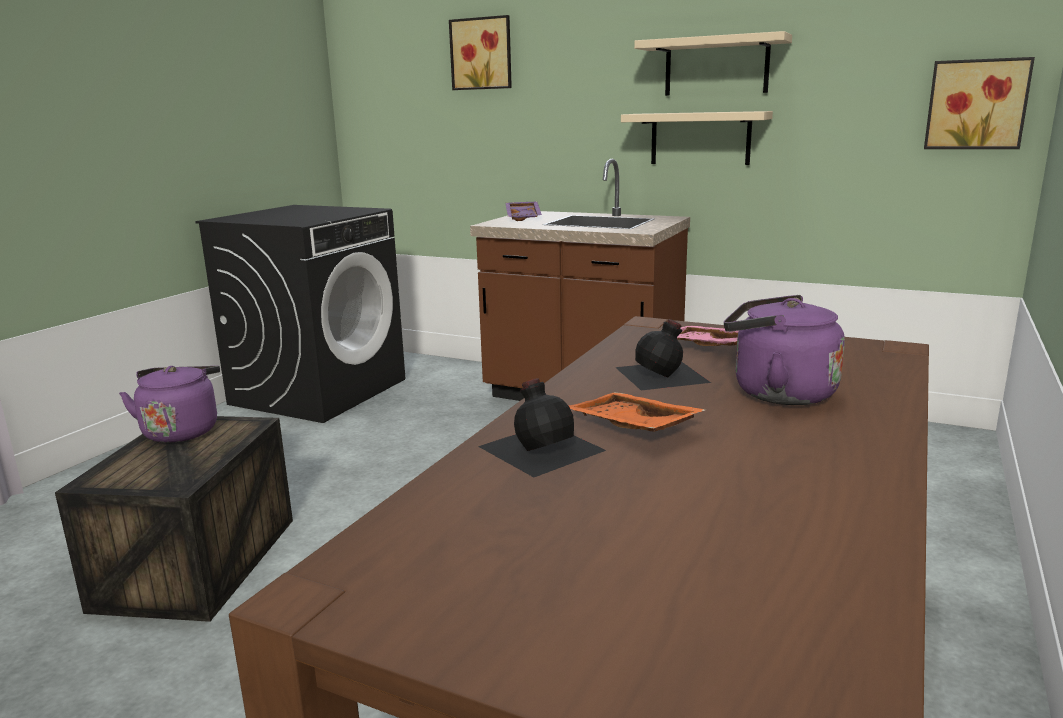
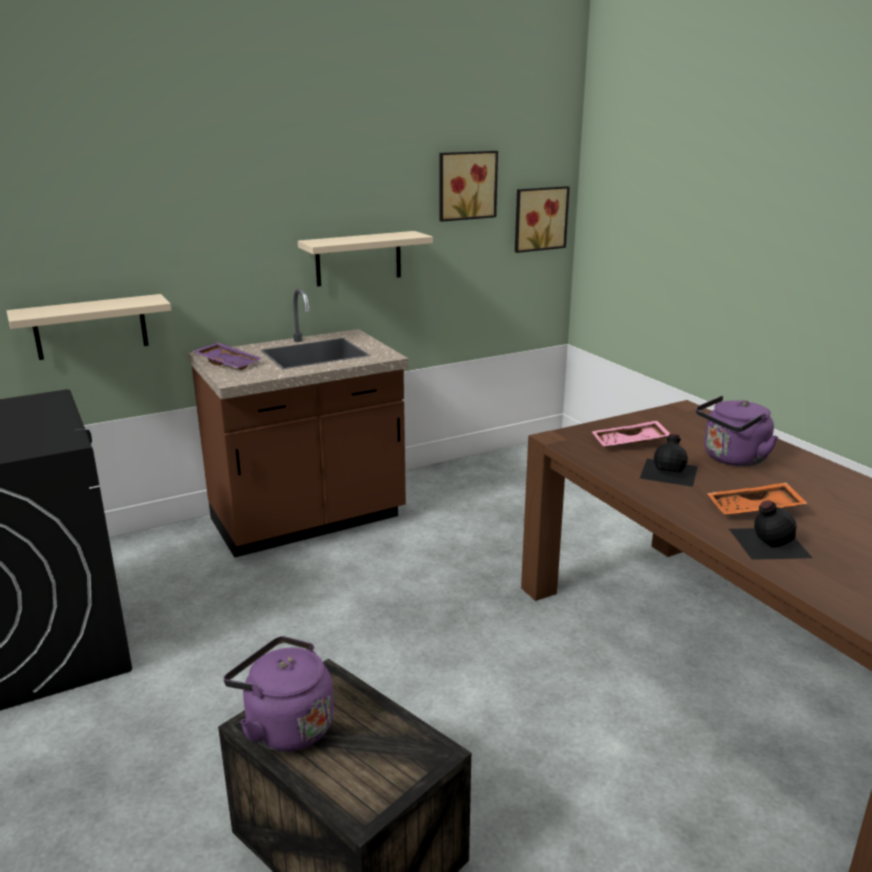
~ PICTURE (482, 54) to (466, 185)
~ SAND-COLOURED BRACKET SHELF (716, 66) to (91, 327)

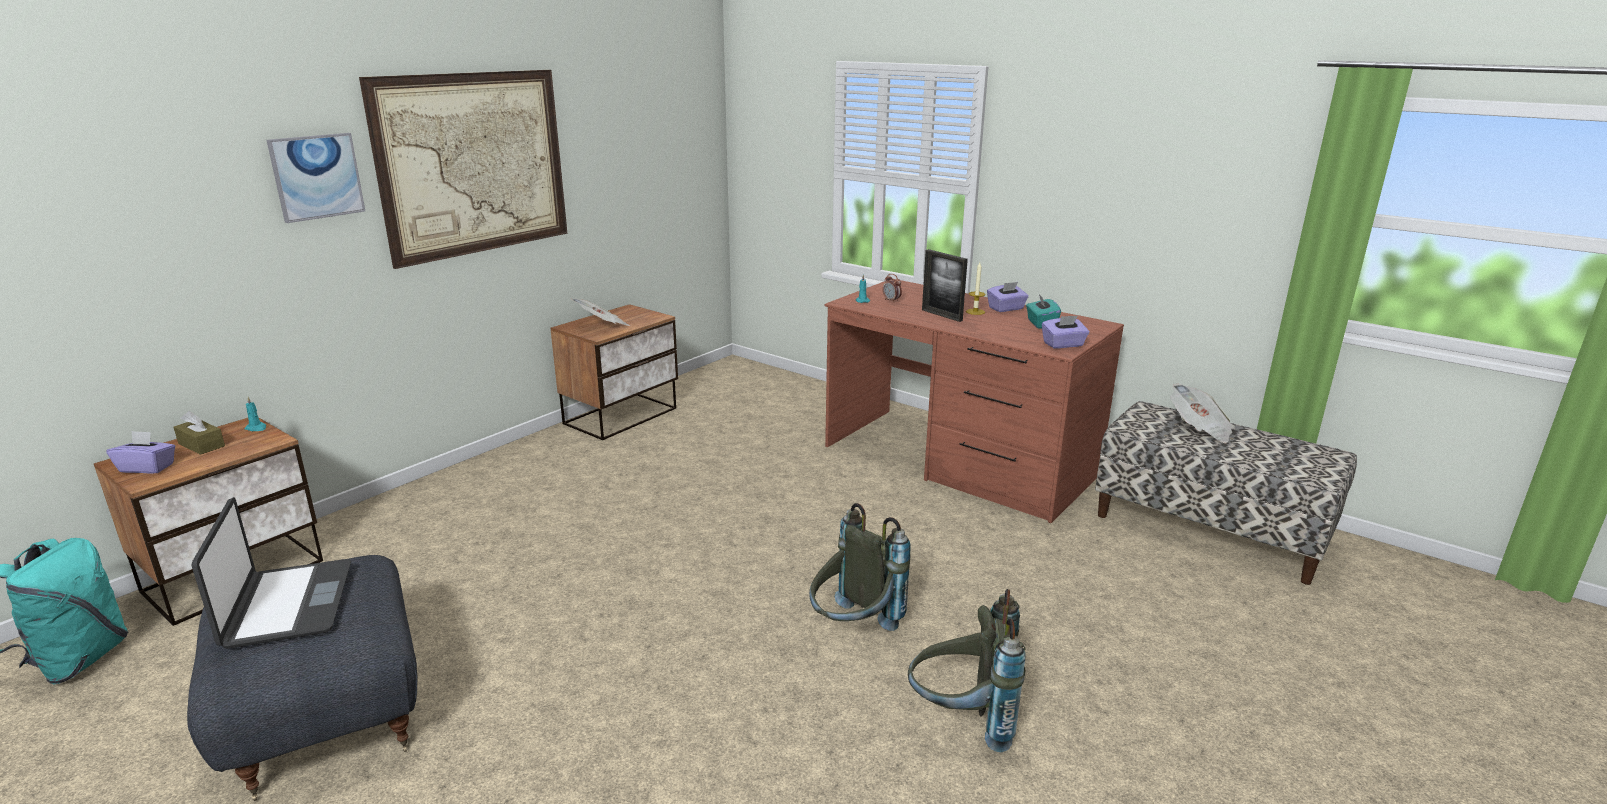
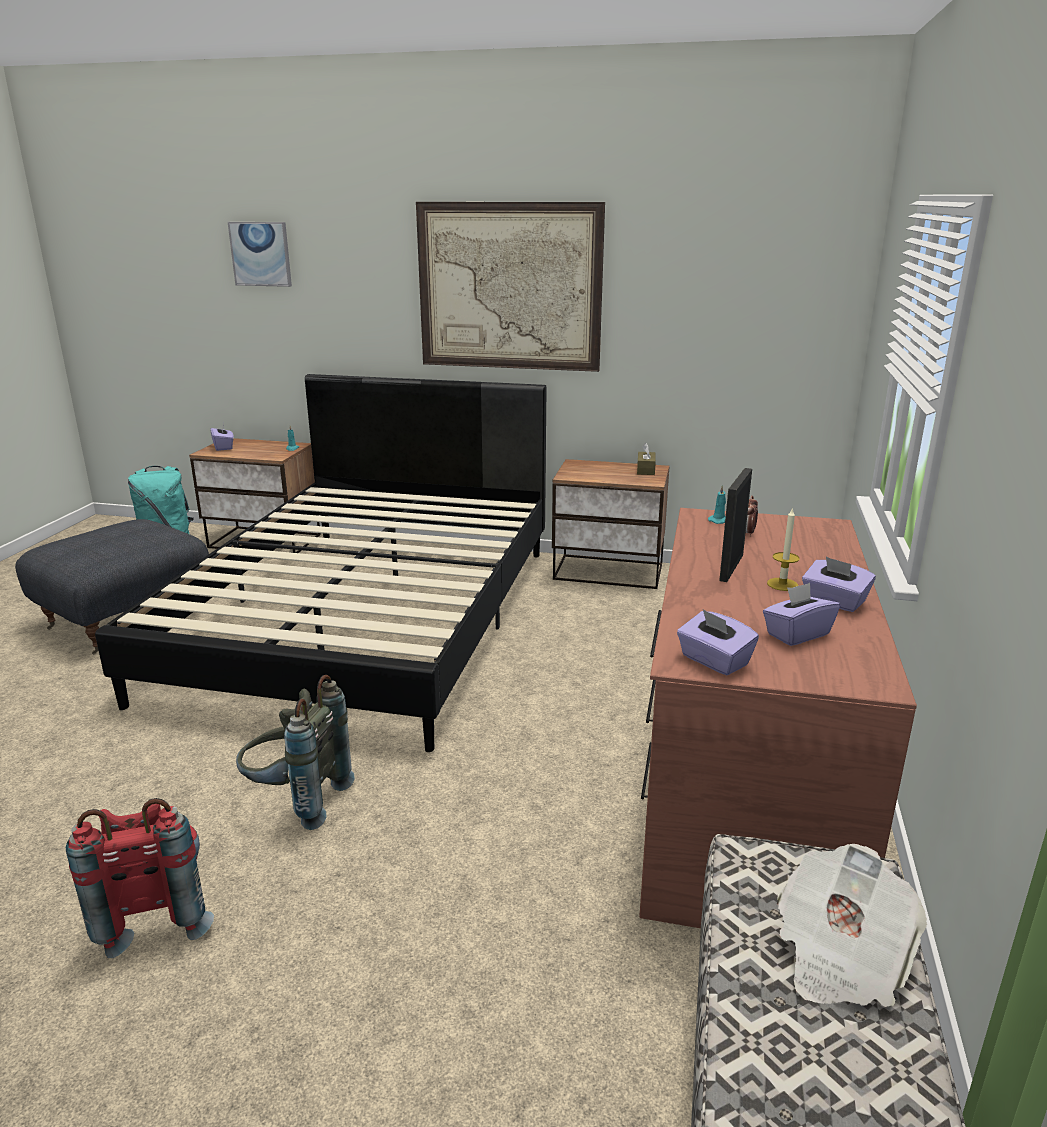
~ PICTURE (316, 177) to (261, 254)
~ TURQUOISE-COLOURED TISSUE BOX (1041, 324) to PURPLE TISSUE BOX (797, 634)
- PRINTED PAPER (602, 326)
~ BROWNISH TISSUE BOX (201, 445) to (645, 470)
- PORTABLE COMPUTER (287, 605)
~ GREYISH RUCKSACK (962, 721) to RED RUCKSACK (155, 913)
+ BLACK BED (368, 617)

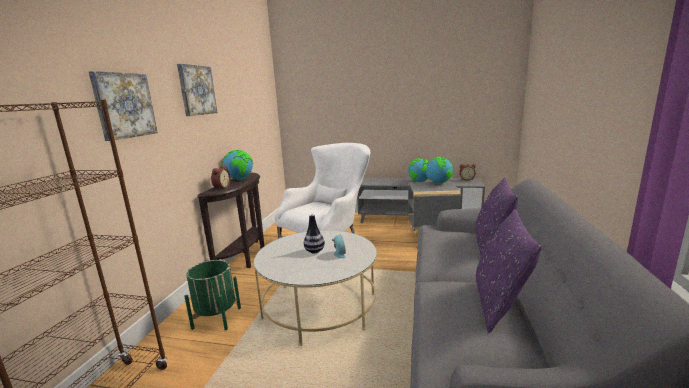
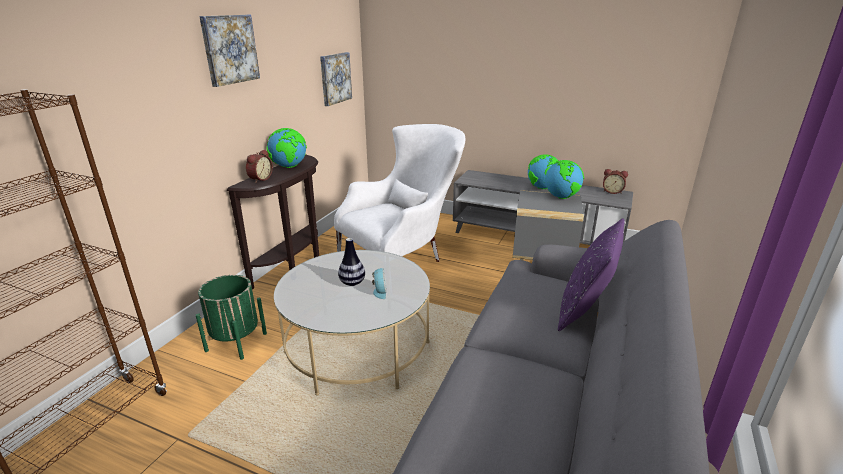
~ PICTURE (124, 105) to (335, 78)
- PURPLE CUSHION (499, 304)

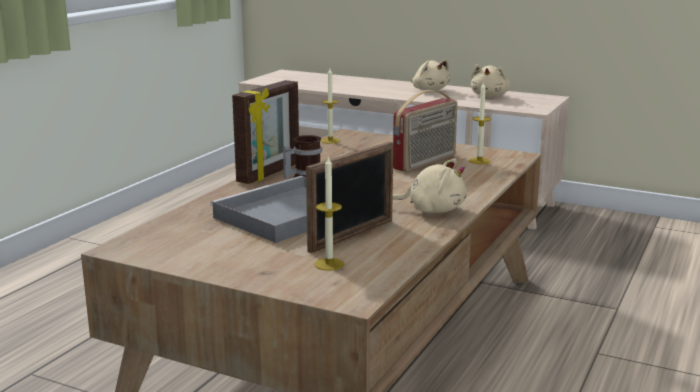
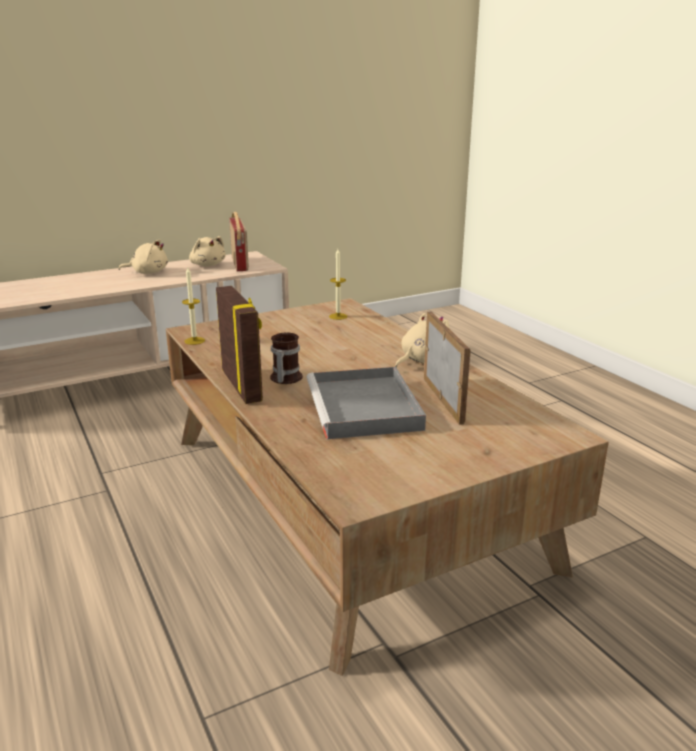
~ RADIO RECEIVER (425, 162) to (240, 264)
- WAX CANDLE (329, 264)

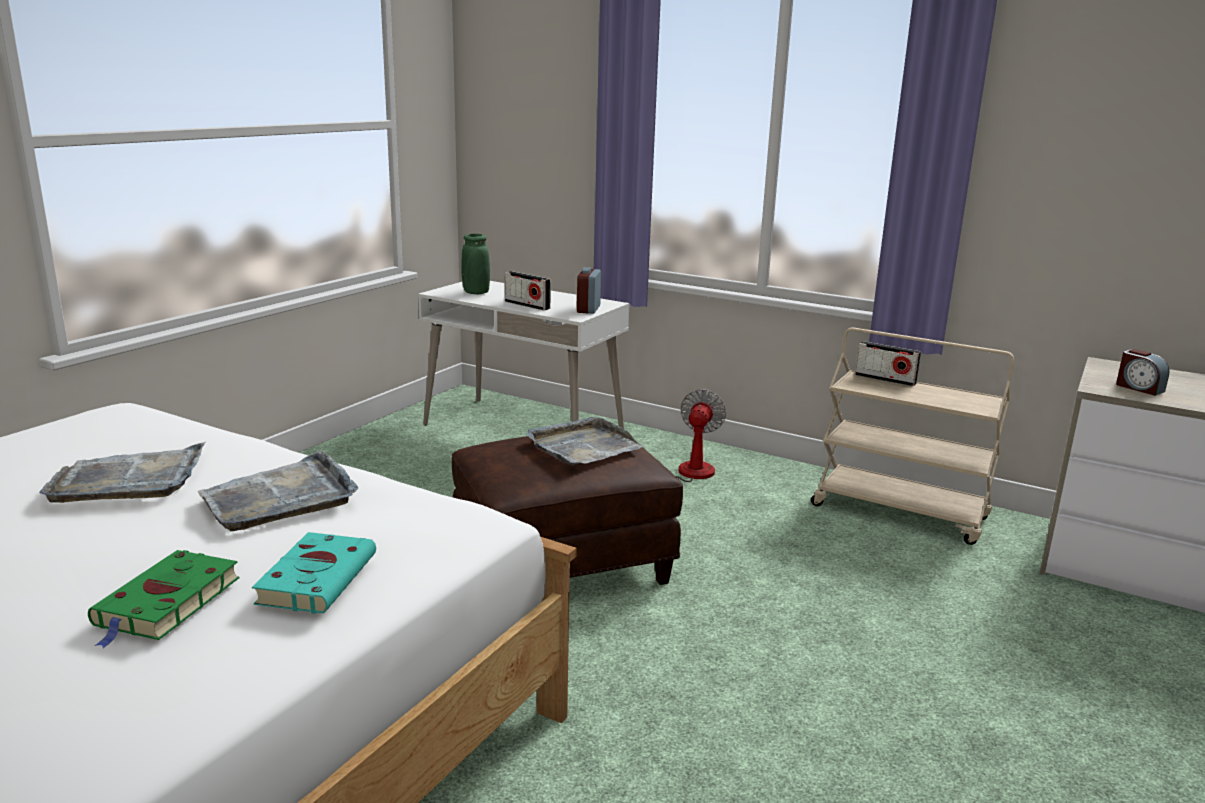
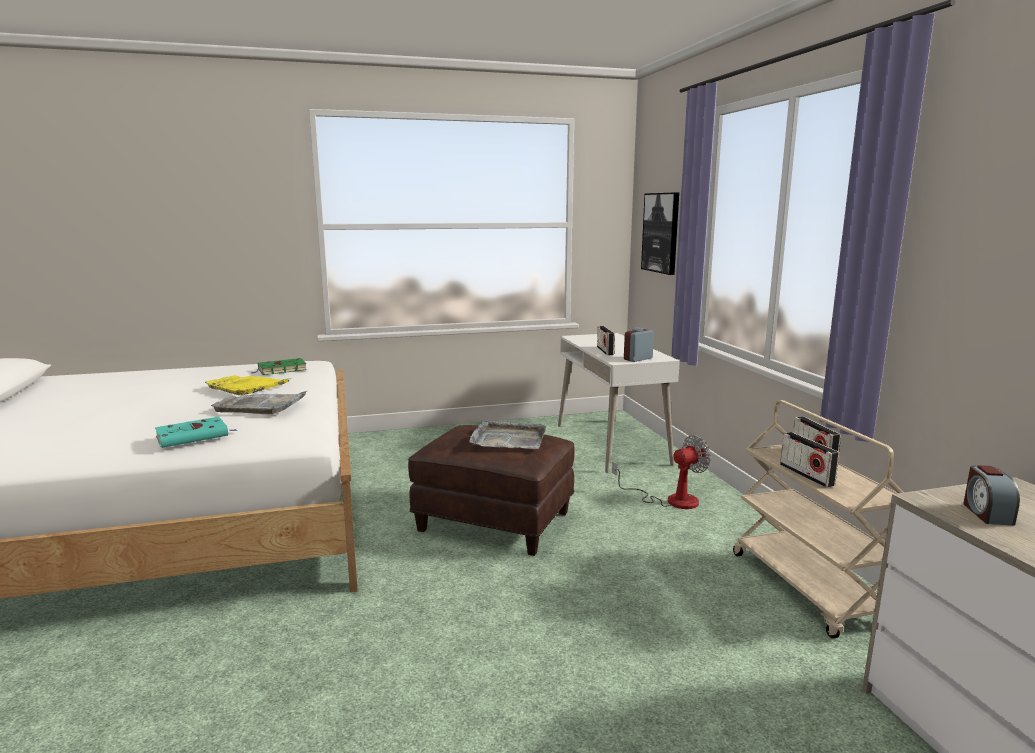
- GREENISH FLOWER VASE (476, 293)
~ GREYISH CARRYING TRAY (130, 479) to YELLOW-COLOURED CARRYING TRAY (247, 387)
~ GREENISH BOUND BOOK (166, 604) to (281, 370)
+ PICTURE (661, 233)
+ RADIO RECEIVER (806, 475)

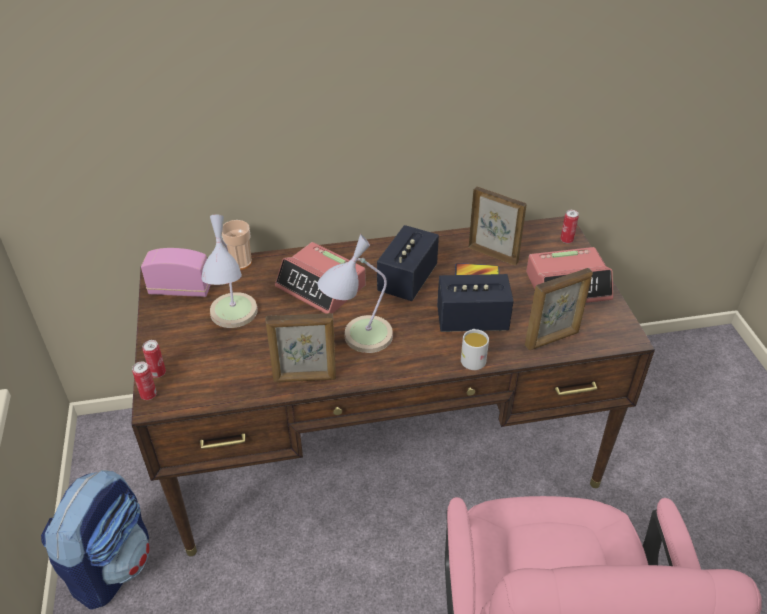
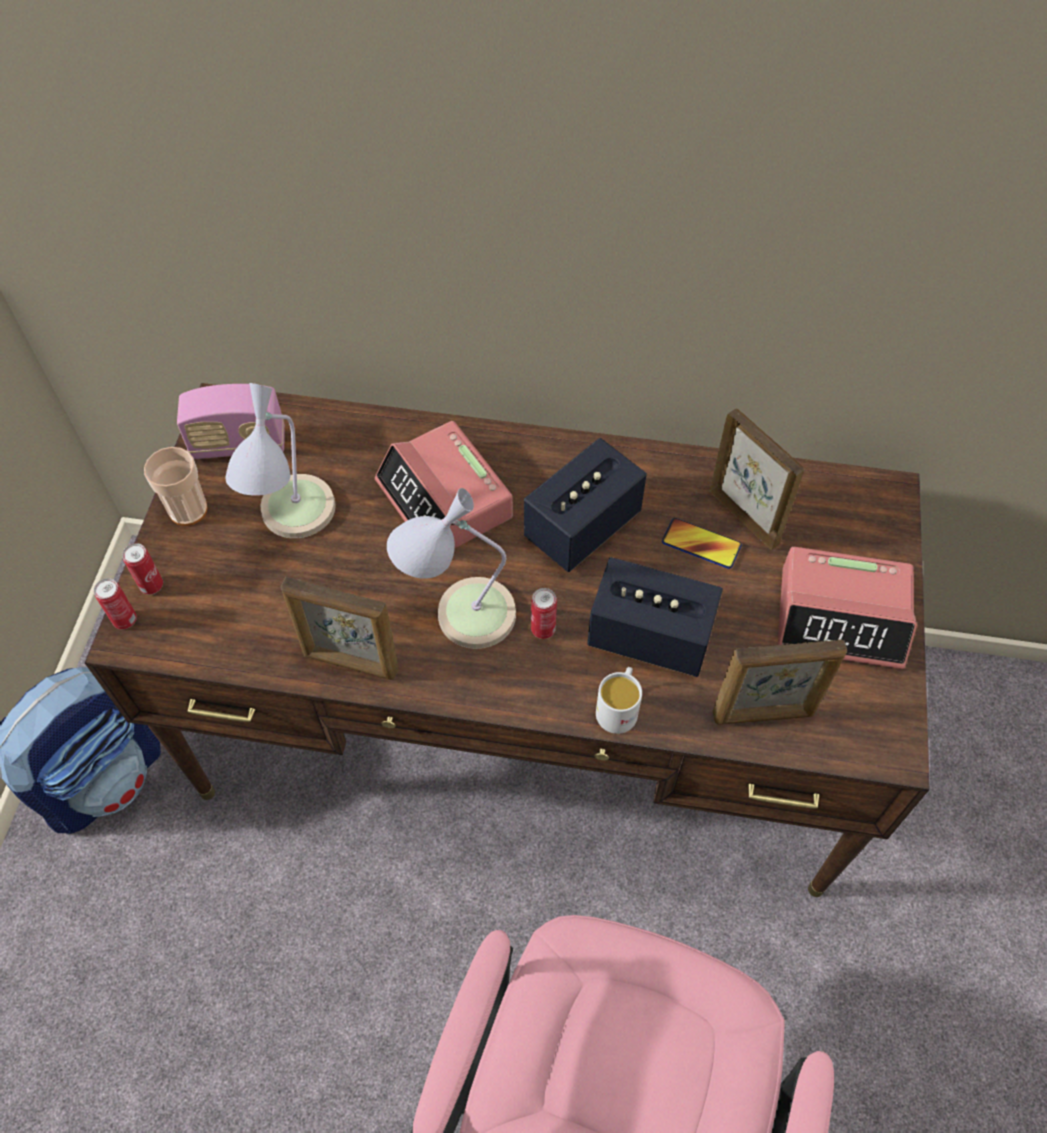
~ CAN (566, 240) to (543, 629)
~ SMALL CUP (240, 262) to (188, 510)
~ RADIO RECEIVER (180, 290) = (239, 444) 150 degrees clockwise

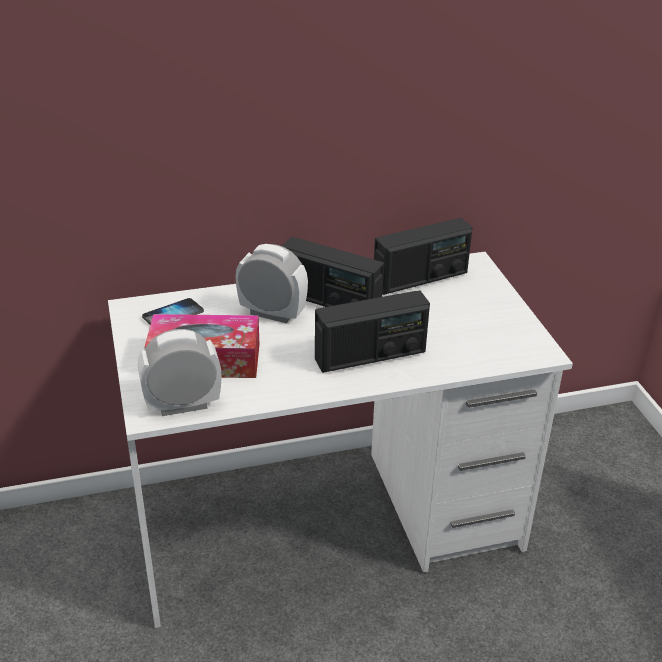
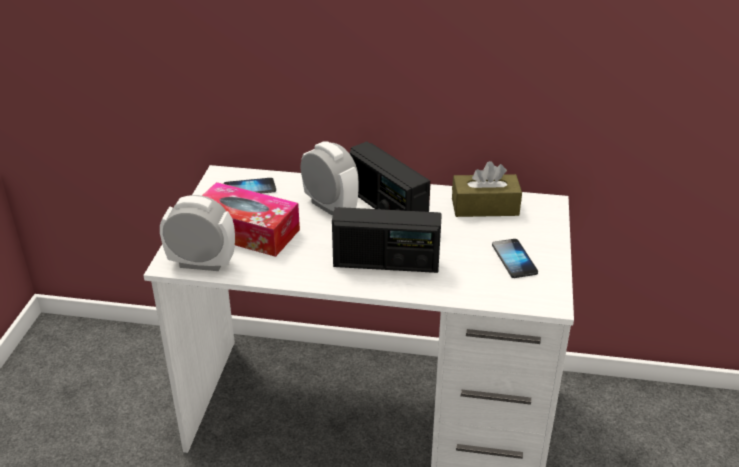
~ RADIO RECEIVER (420, 279) to BROWNISH TISSUE BOX (485, 207)
+ TELEPHONE (514, 259)

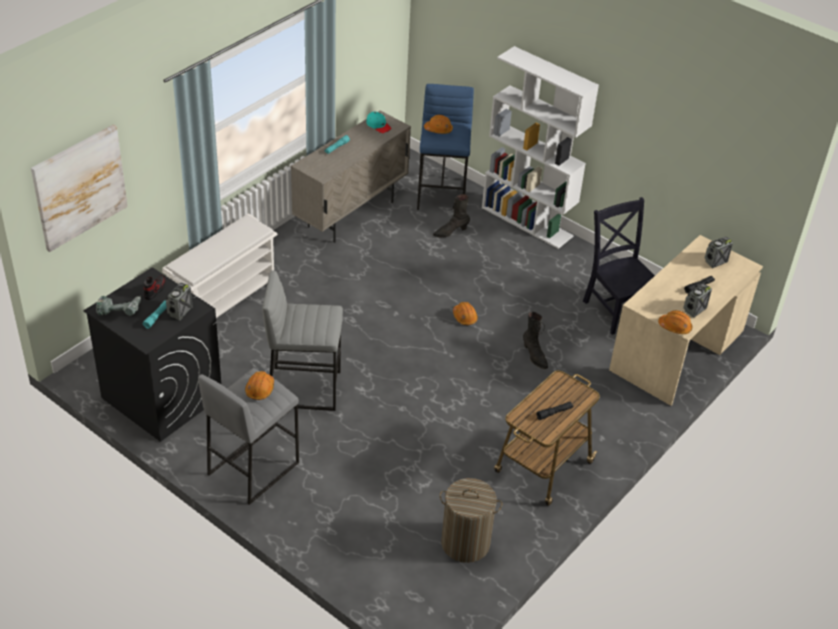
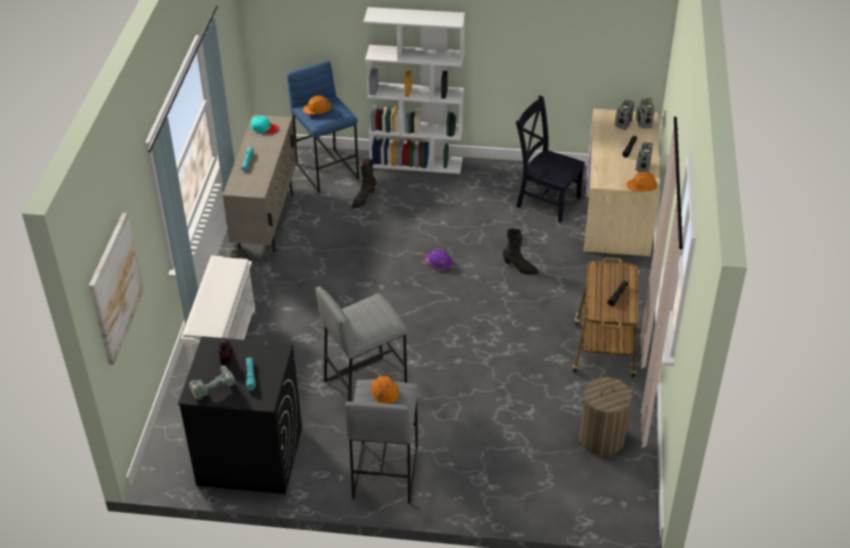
~ RADIO RECEIVER (179, 312) to (643, 123)
~ ORANGEY WORK HELMET (464, 317) to PURPLE WORK HELMET (439, 263)

